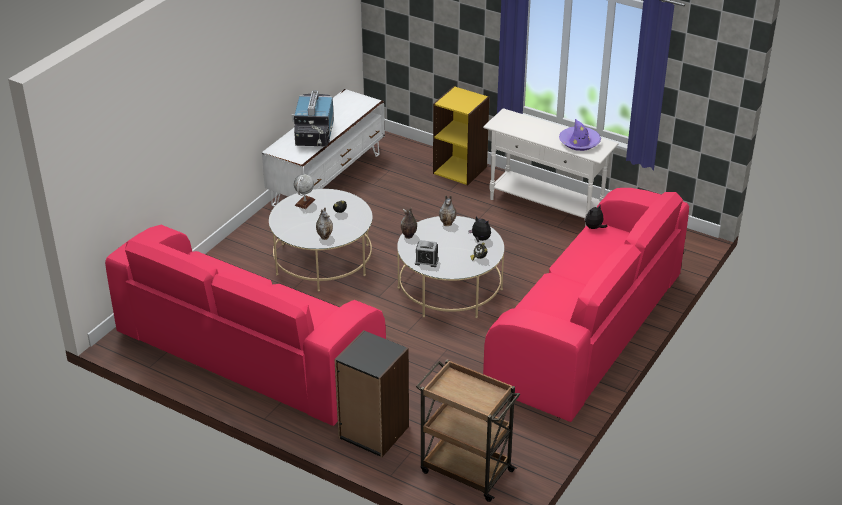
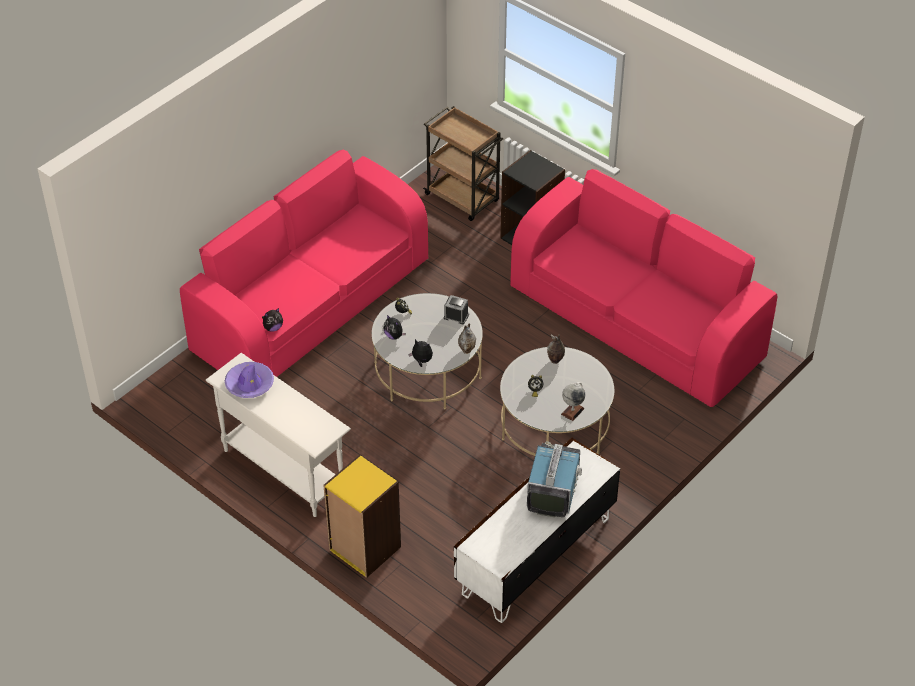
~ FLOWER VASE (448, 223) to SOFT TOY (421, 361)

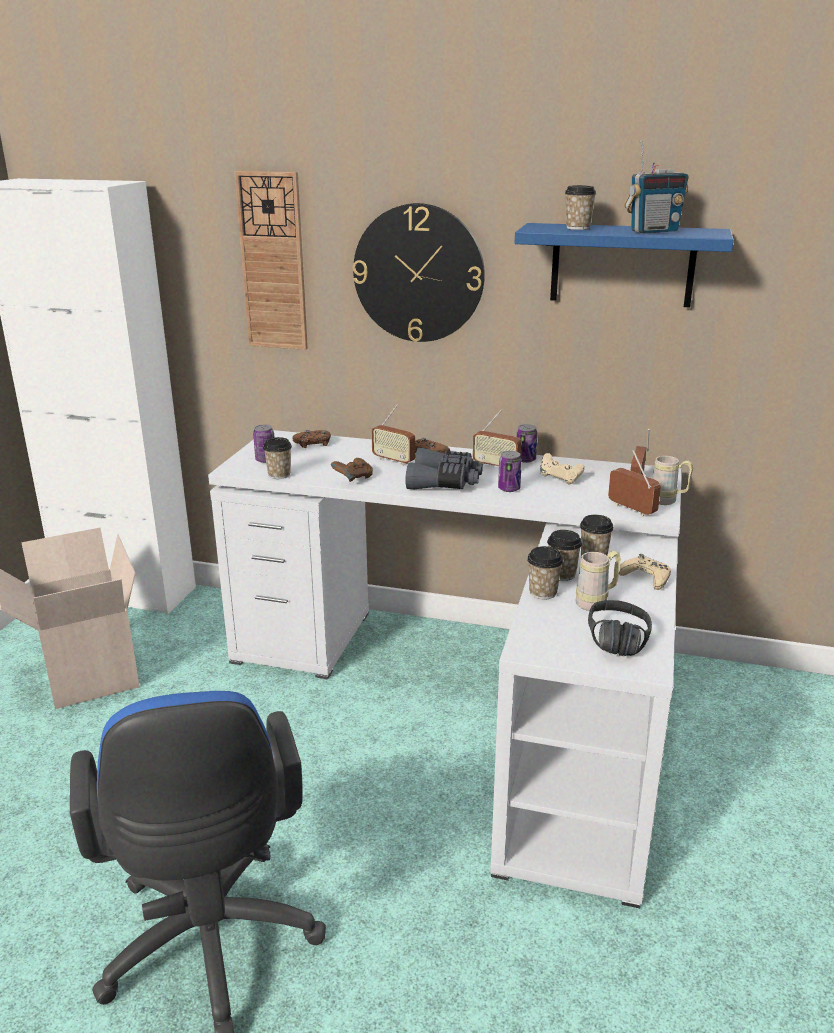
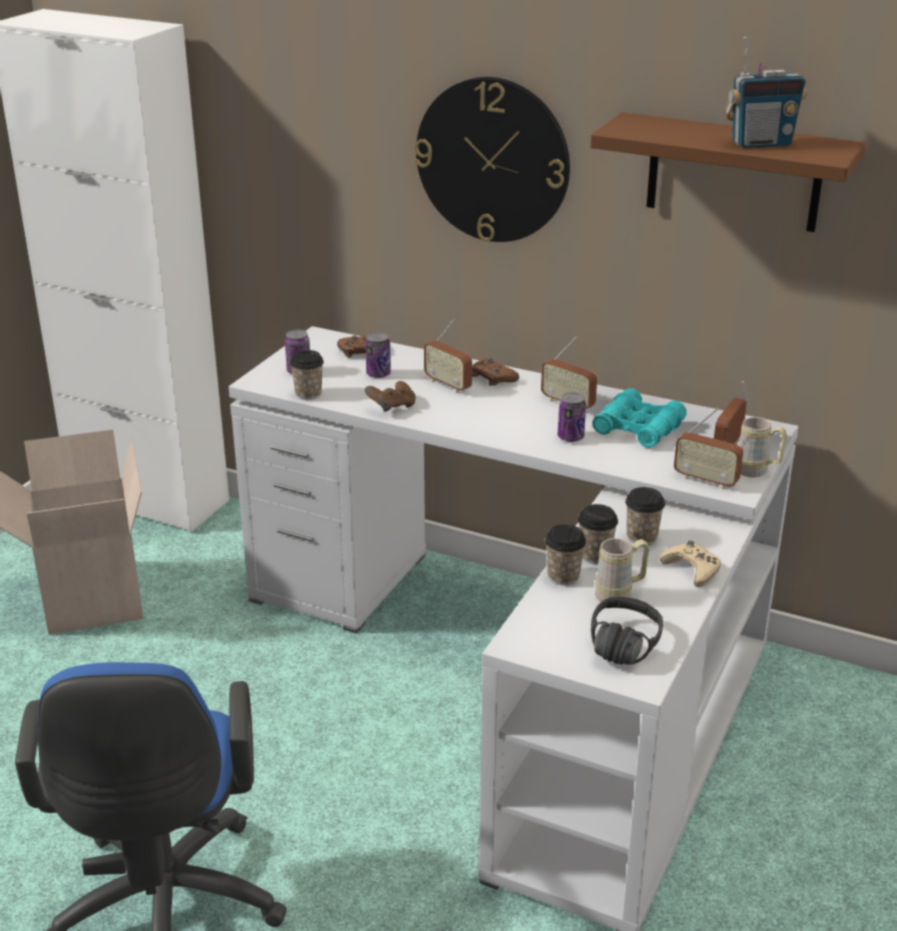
- HANGING CLOCK (273, 262)
- SMALL CUP (578, 228)
~ BLUISH BRACKET SHELF (622, 265) to BROWNISH BRACKET SHELF (734, 173)
~ CAN (525, 460) to (378, 374)
- GREYISH PAIR OF BINOCULARS (445, 482)
~ RADIO RECEIVER (631, 510) = (705, 480) 150 degrees clockwise
~ SAND-COLOURED GAMEPAD (560, 479) to TURQUOISE-COLOURED PAIR OF BINOCULARS (638, 429)

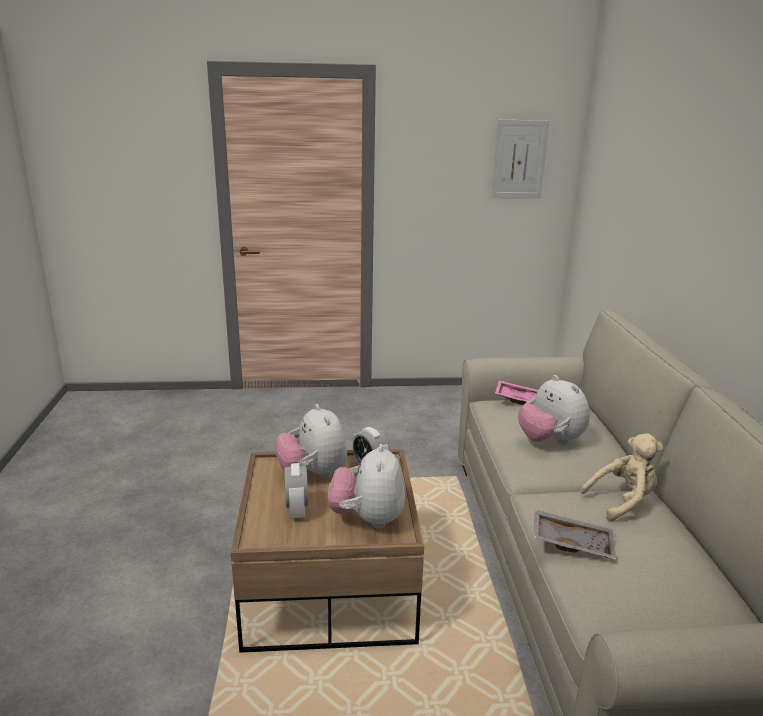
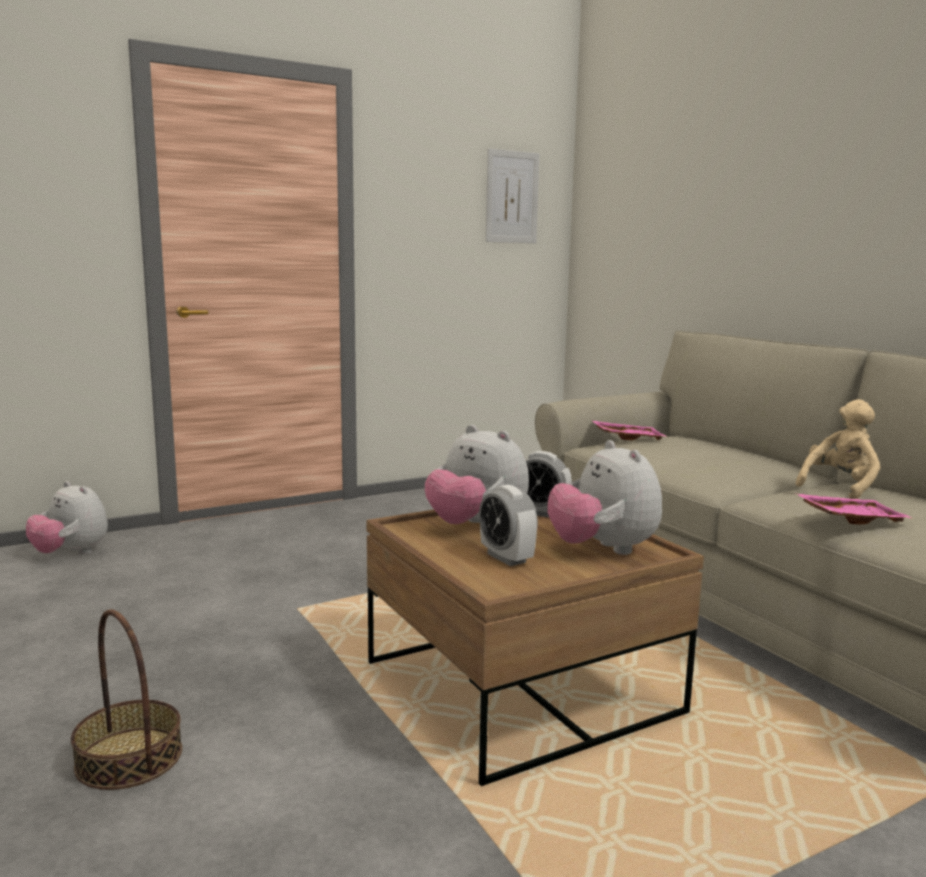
~ SOFT TOY (550, 441) to (71, 553)
~ GREYISH CARRYING TRAY (572, 542) to PINK-COLOURED CARRYING TRAY (850, 519)
+ STORAGE BASKET (128, 758)

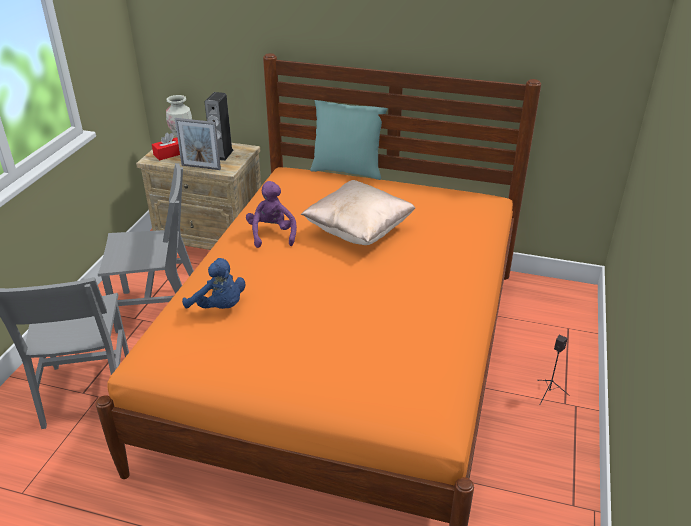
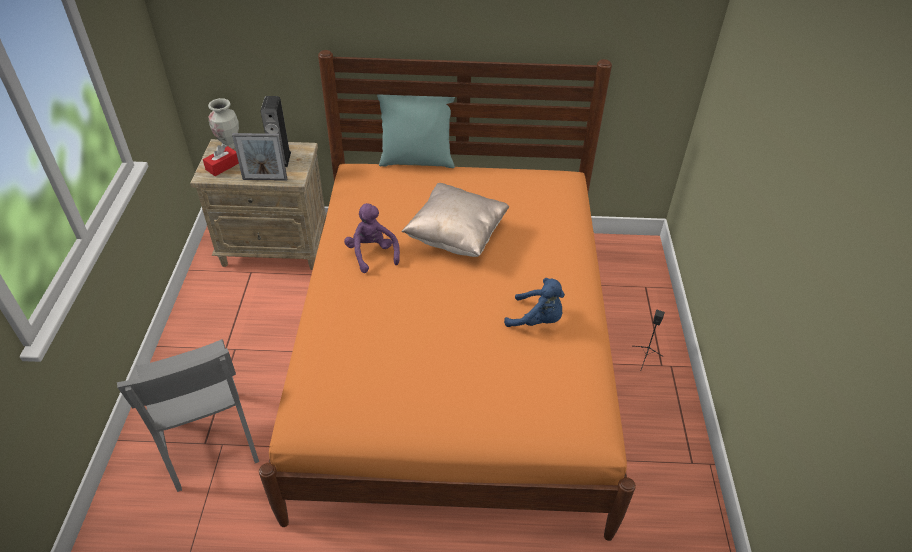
- GREYISH CHAIR (159, 308)
~ BLUISH SOFT TOY (219, 307) to (537, 320)

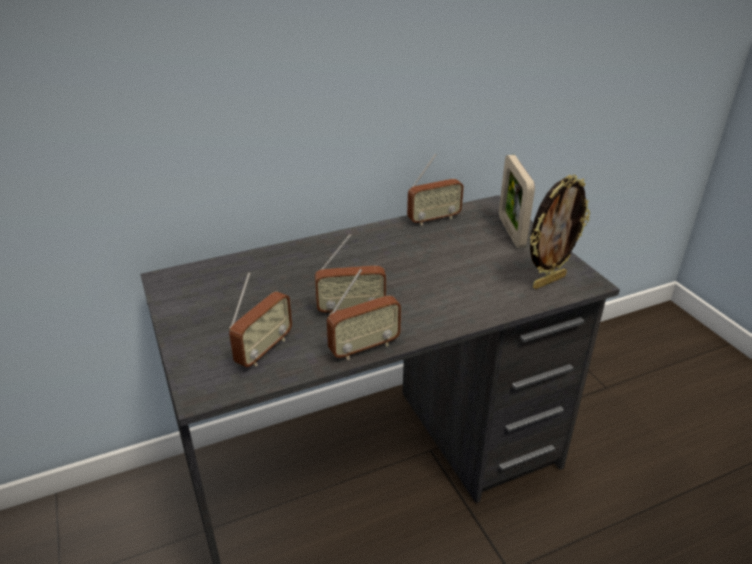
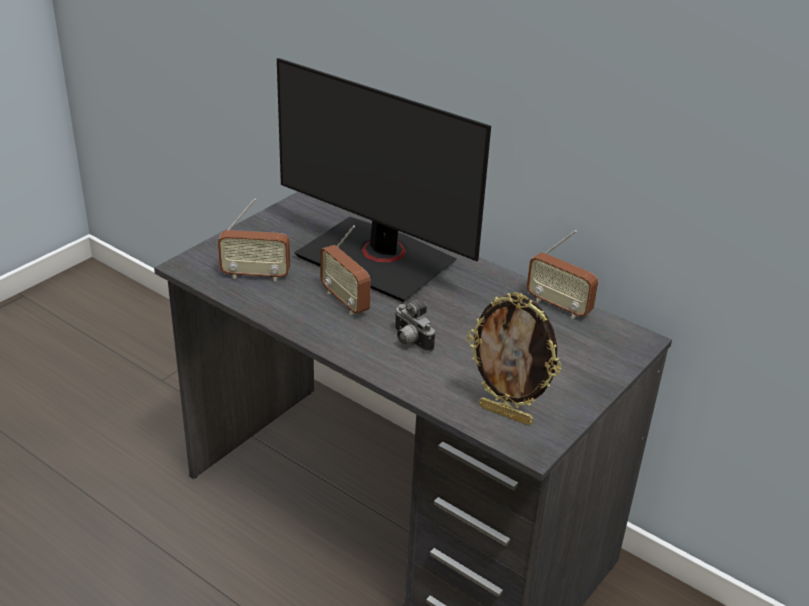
- PHOTO FRAME (511, 232)
- RADIO RECEIVER (364, 348)
+ COMPUTER SCREEN (377, 259)
+ STILL CAMERA (409, 342)

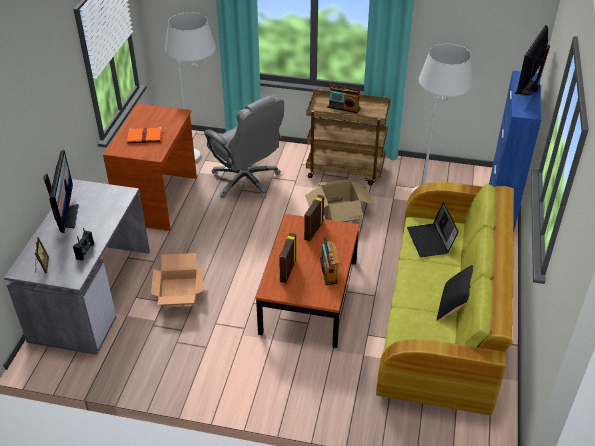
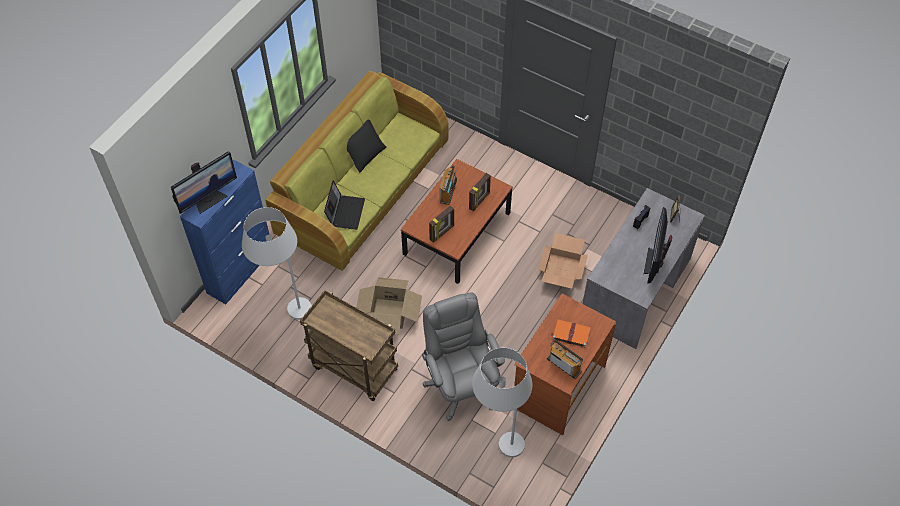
~ RADIO RECEIVER (343, 108) to (564, 365)

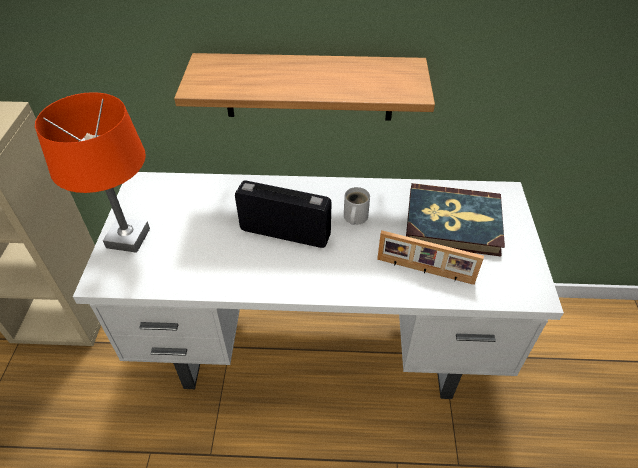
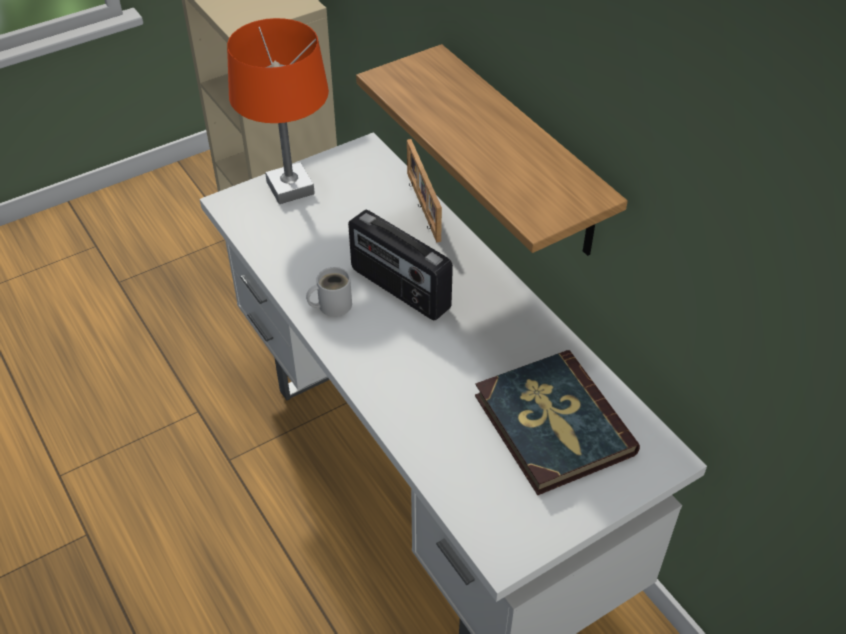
~ RADIO RECEIVER (285, 232) = (399, 289) 150 degrees clockwise
~ WHITE TEA MUG (354, 217) to (331, 305)
~ PHOTO FRAME (424, 271) to (421, 206)

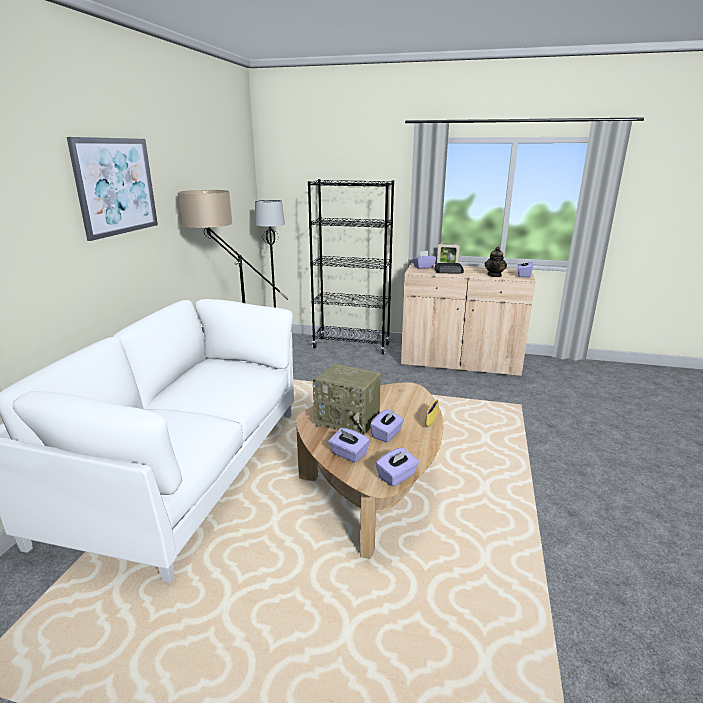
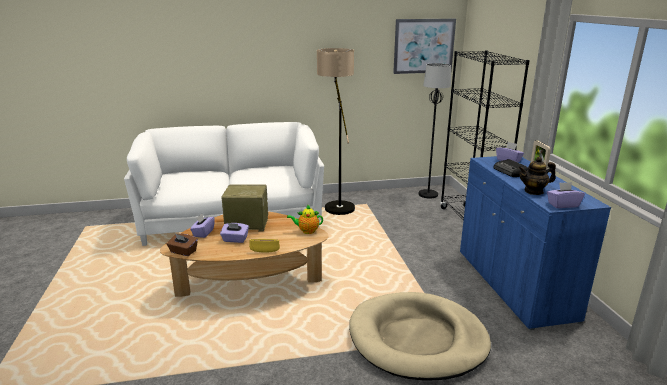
~ PICTURE (116, 186) to (424, 46)
~ SAND-COLOURED STORAGE CABINET (460, 362) to BLUISH STORAGE CABINET (513, 284)
~ RADIO RECEIVER (348, 421) = (246, 224) 90 degrees clockwise
~ PURPLE TISSUE BOX (397, 476) to BROWNISH TISSUE BOX (183, 252)
+ POT FOR TEA (307, 231)
+ SAND-COLOURED PET BED (417, 339)

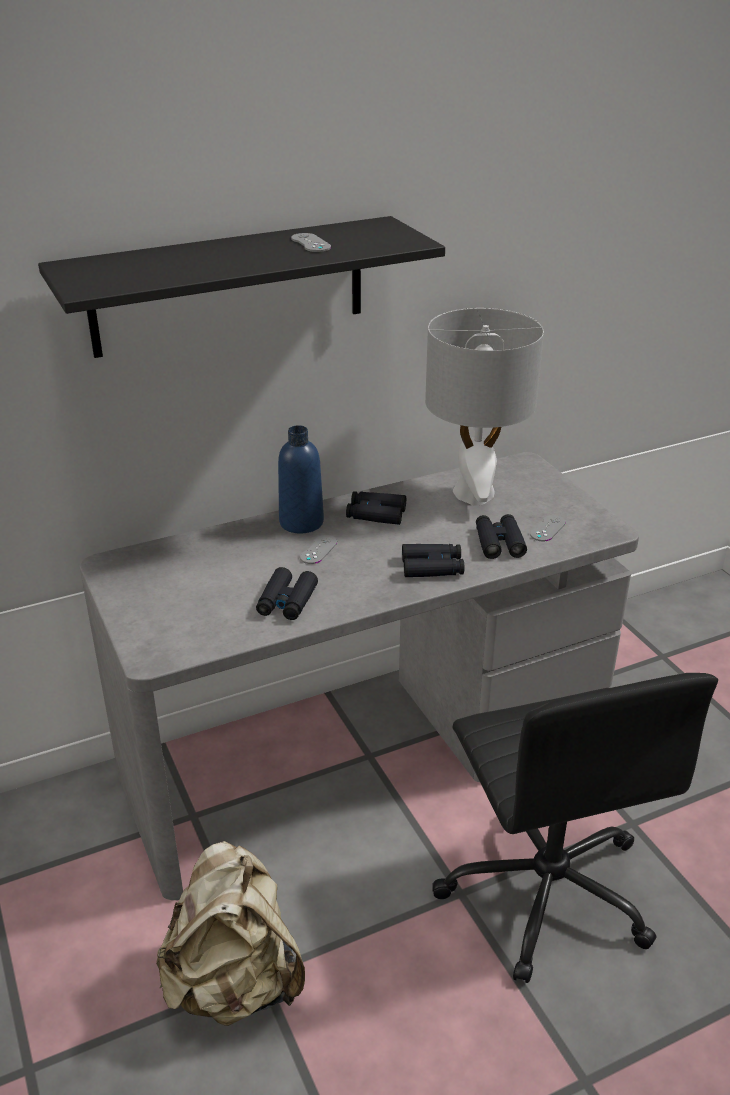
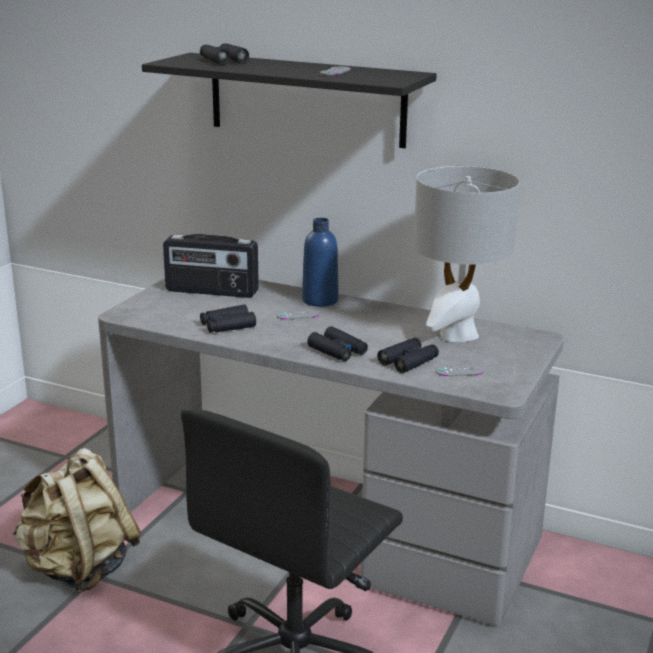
~ BLACK PAIR OF BINOCULARS (376, 514) to (223, 60)
+ RADIO RECEIVER (211, 292)

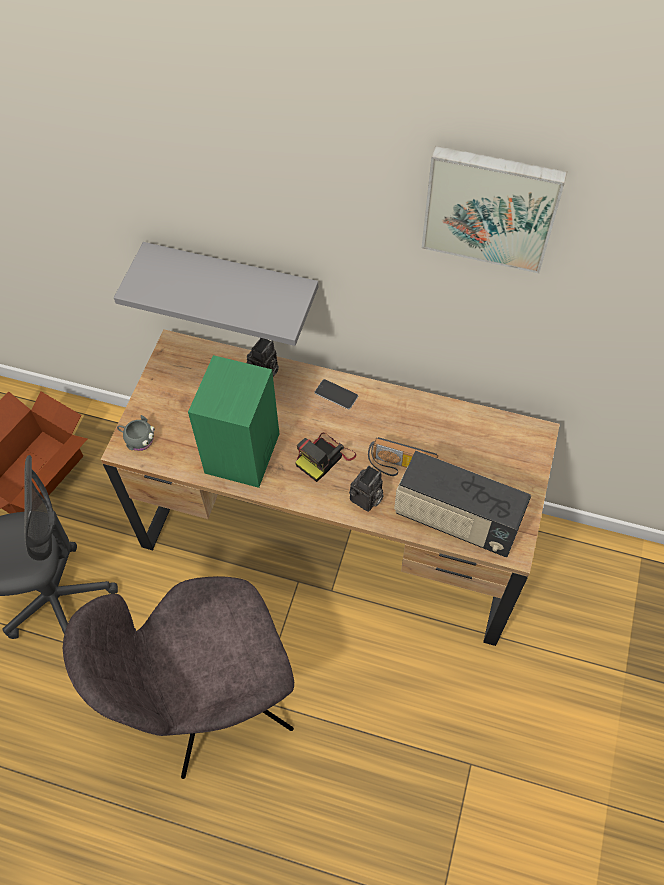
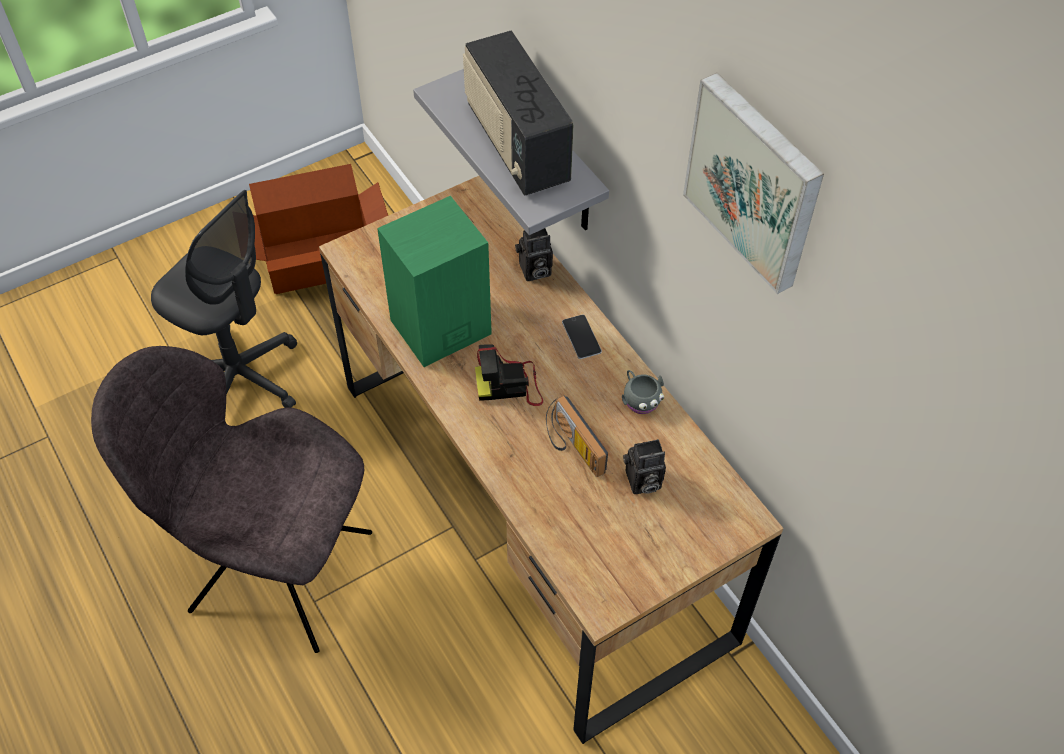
~ GREYISH TEA MUG (138, 439) to (640, 399)
~ RADIO RECEIVER (455, 521) to (516, 145)
~ STILL CAMERA (366, 500) to (642, 482)

